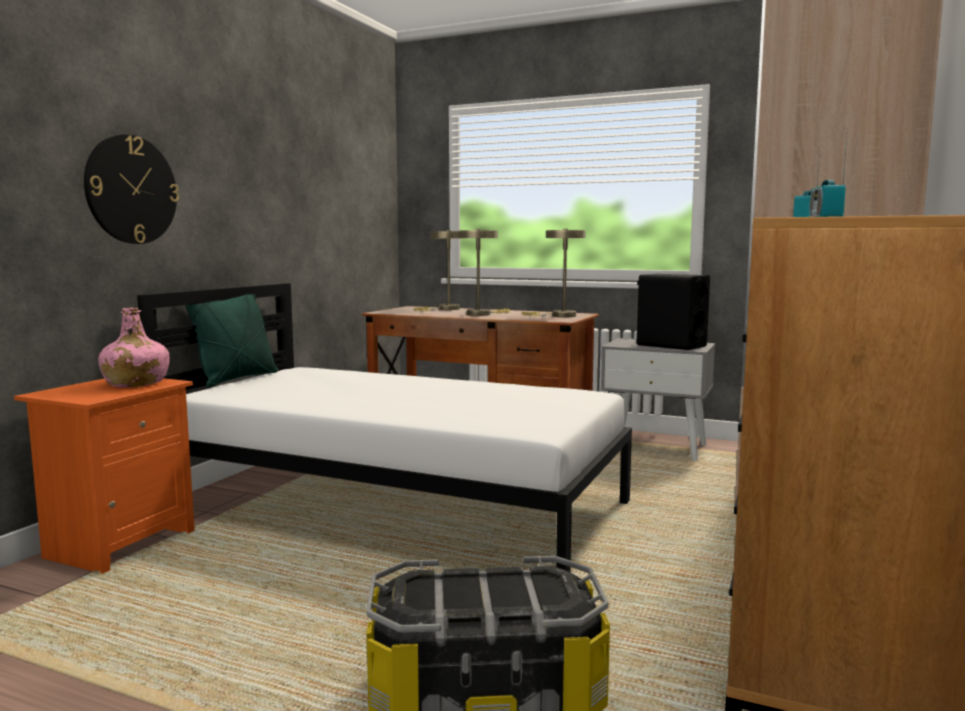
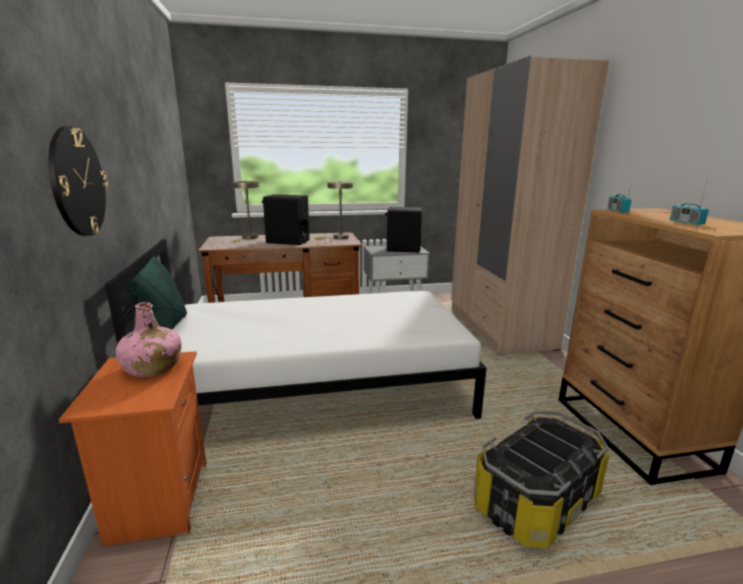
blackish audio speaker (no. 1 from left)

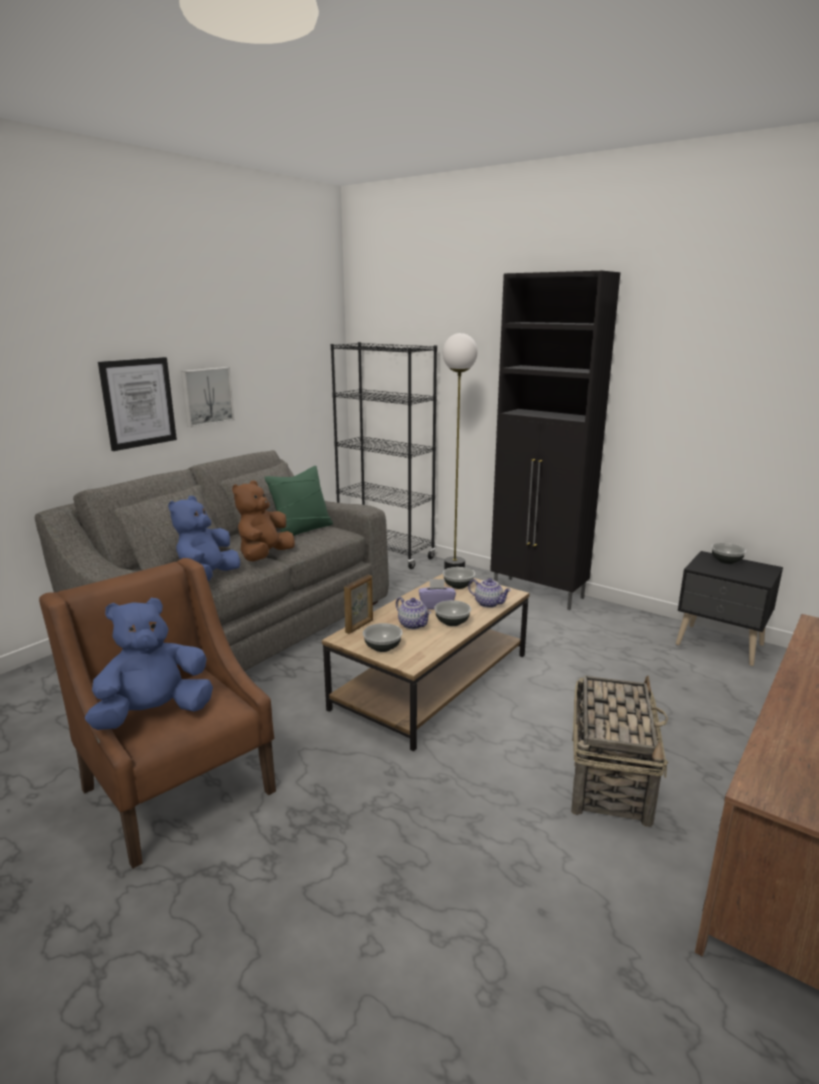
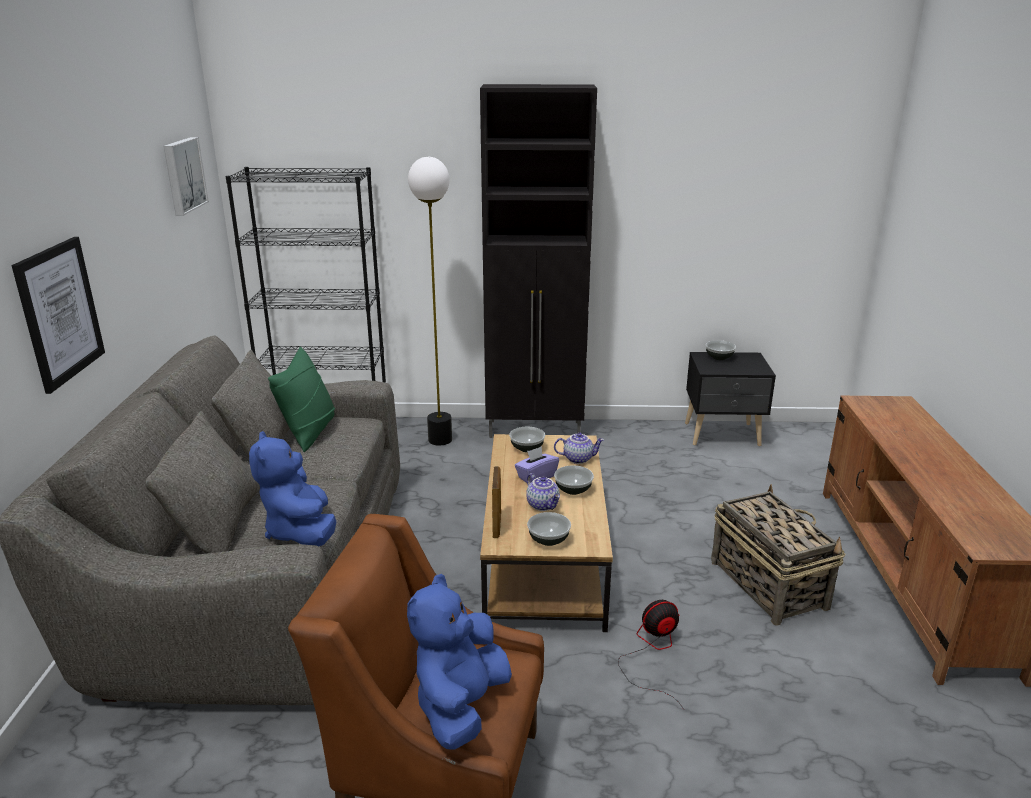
wall picture (no. 2 from left)
brown-coloured cuddly toy
tea pot (no. 1 from left)
cooling fan

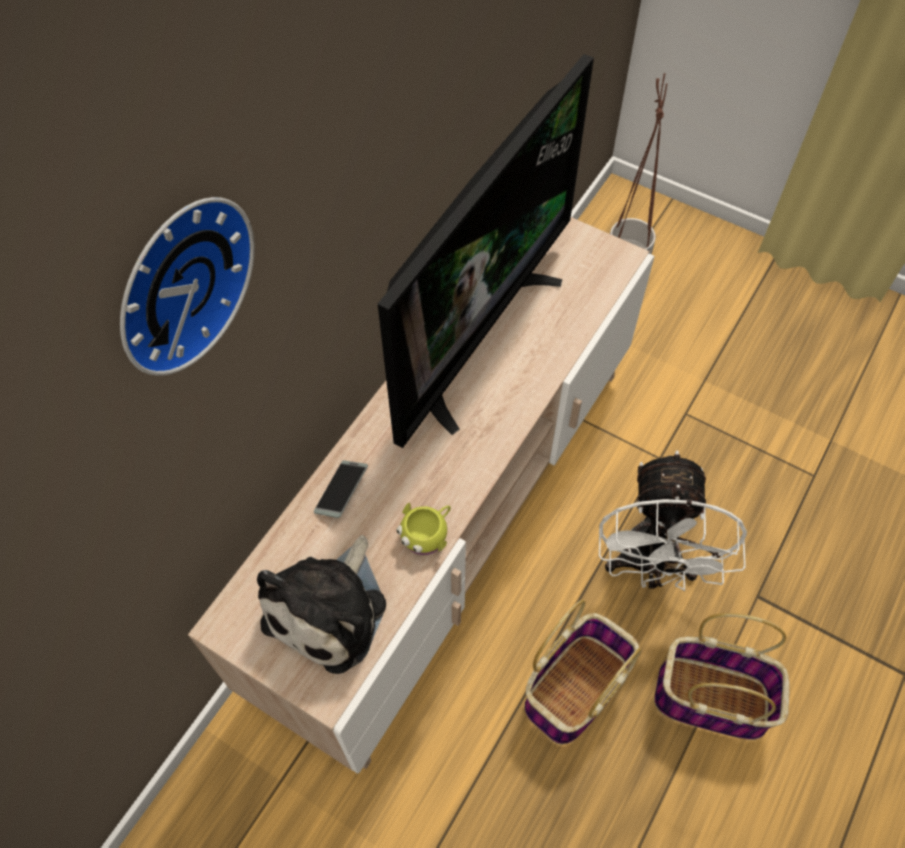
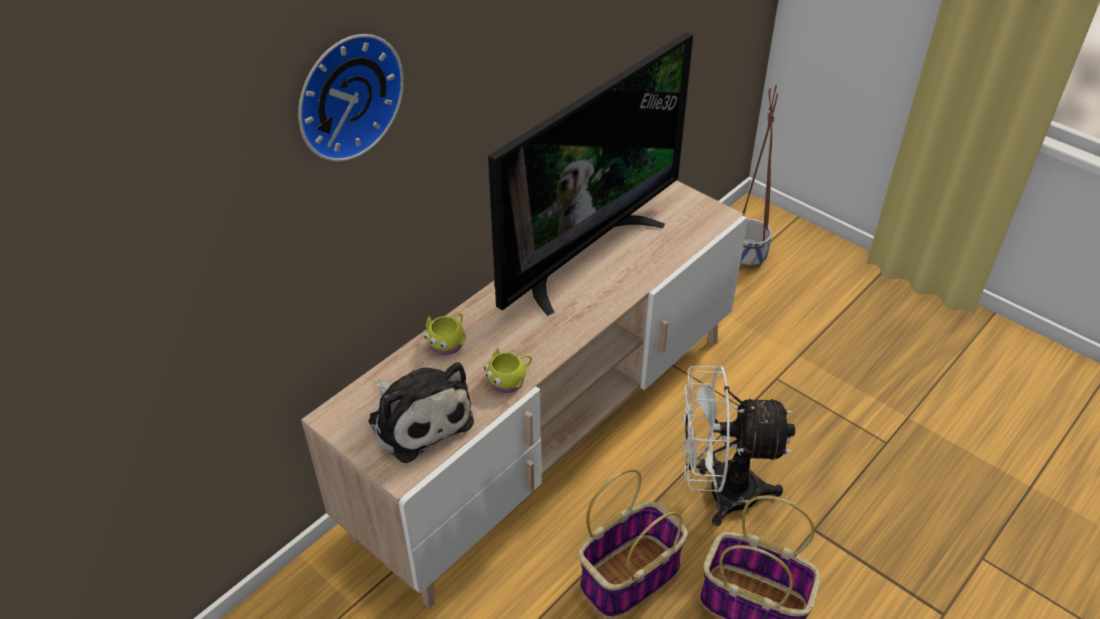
white cooling fan
yellowish coffee mug (no. 1 from left)
cuddly toy

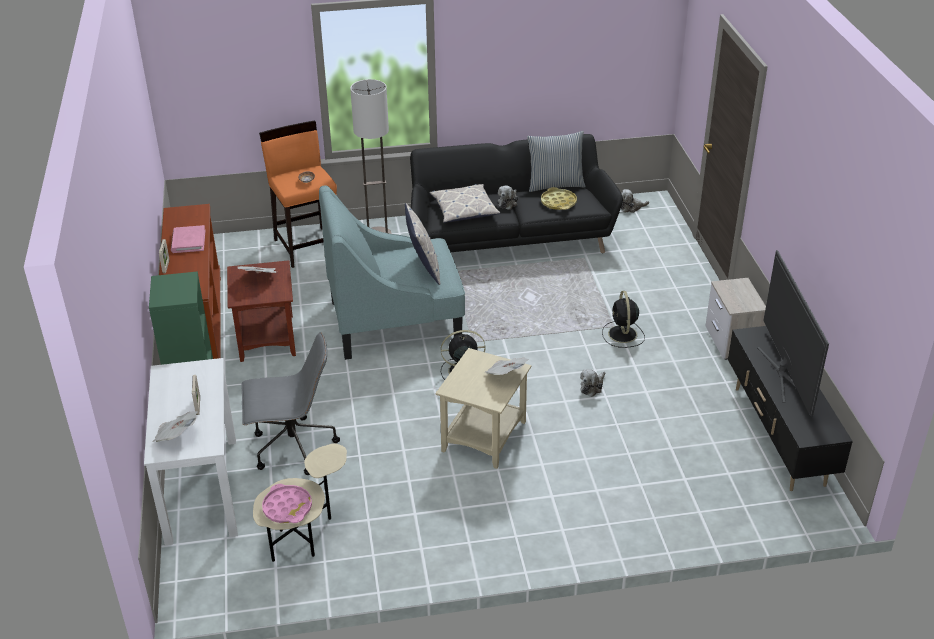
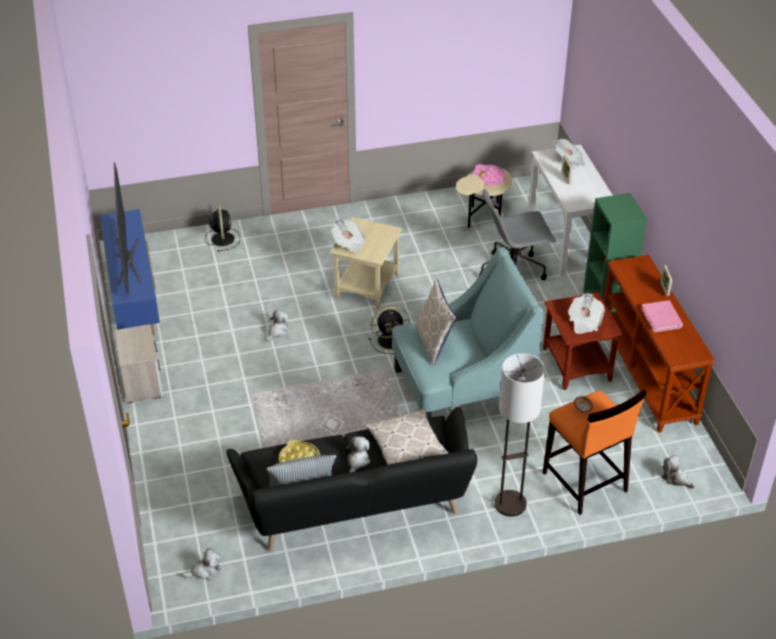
blackish cooling fan (no. 1 from left)
blue media console
cuddly toy (no. 4 from left)

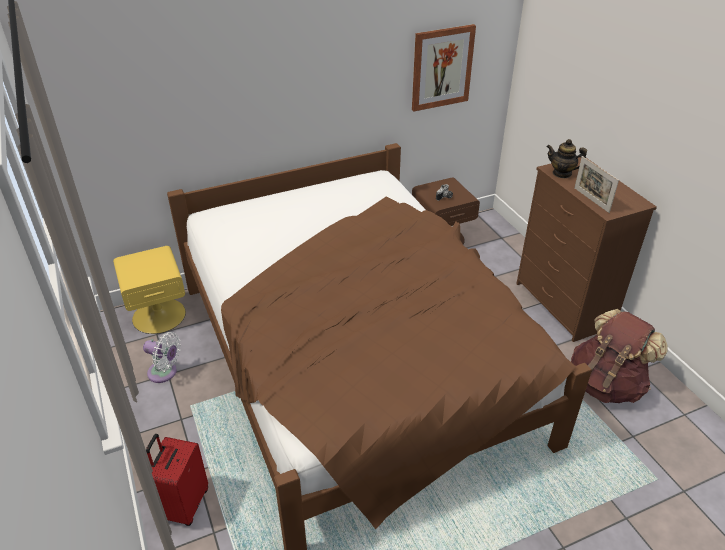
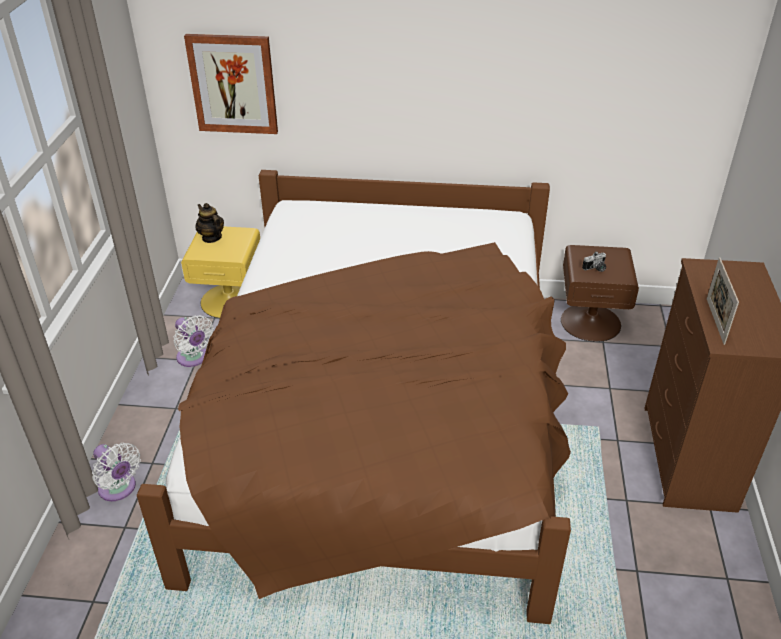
wall picture
tea pot
brown-coloured backpack
white cooling fan (no. 1 from left)

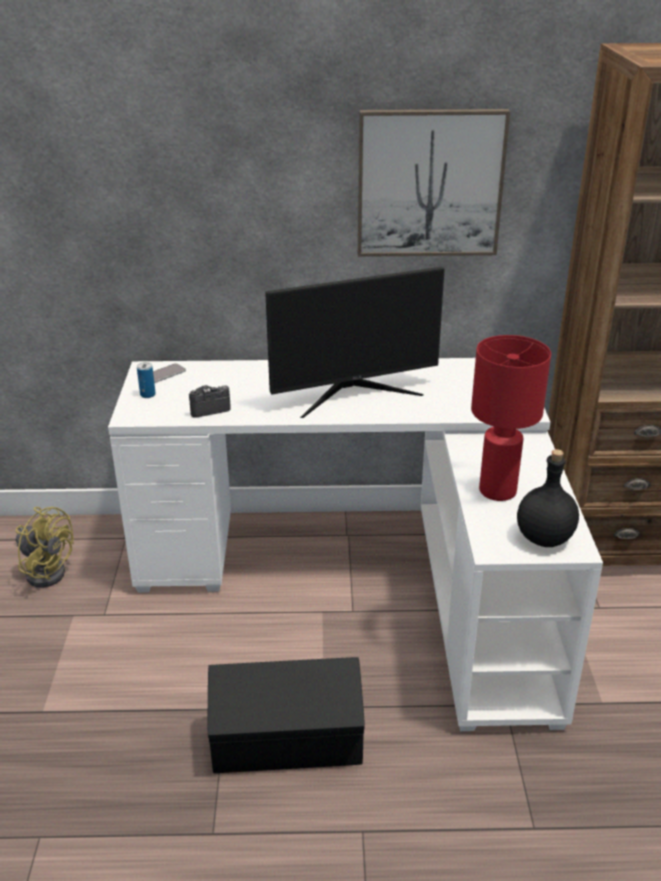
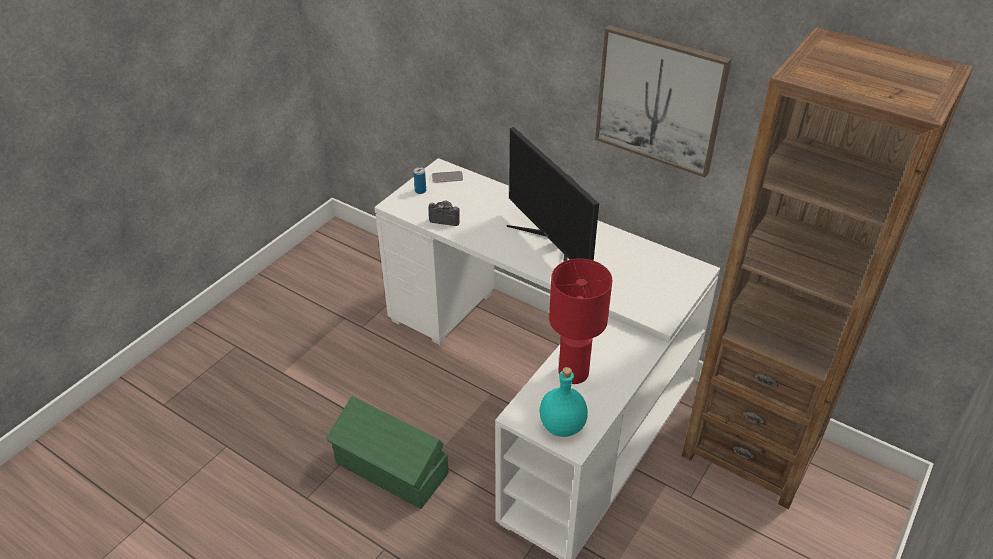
monitor
turquoise-coloured beverage bottle
yellowish cooling fan
green-coloured storage bin

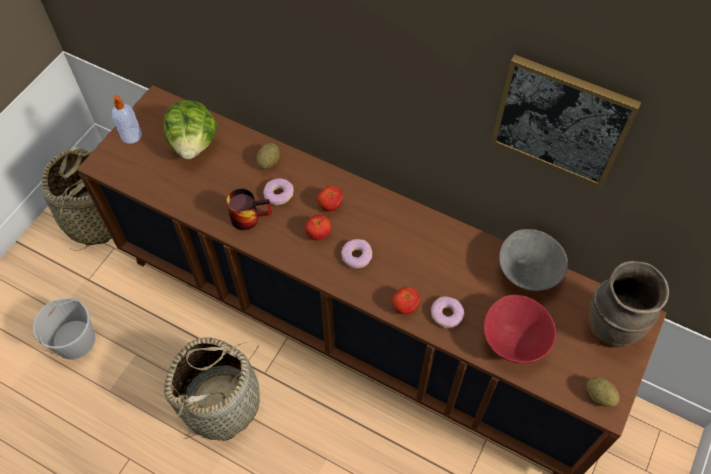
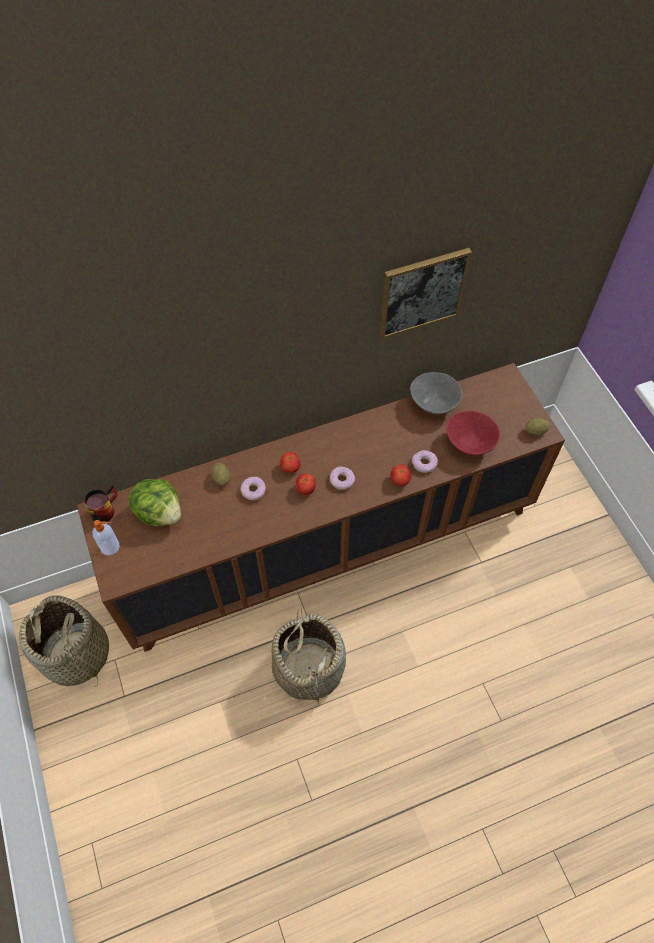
coffee mug
brown-coloured flower vase
white pail

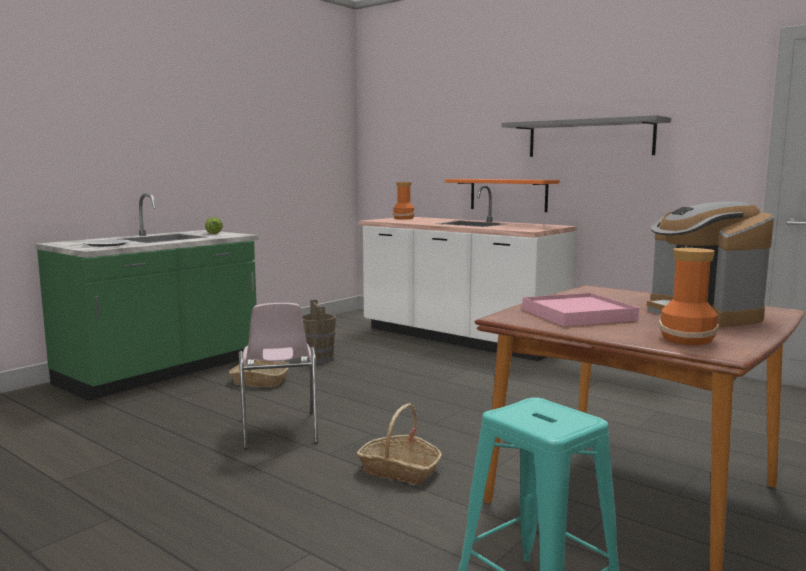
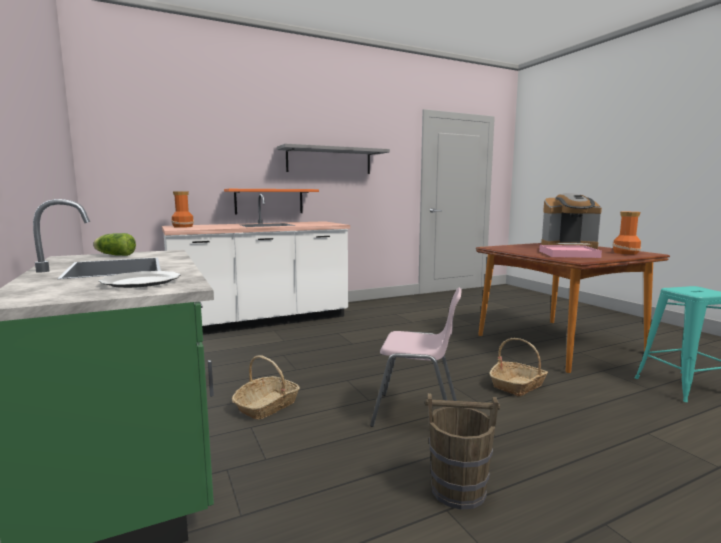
brown-coloured pail

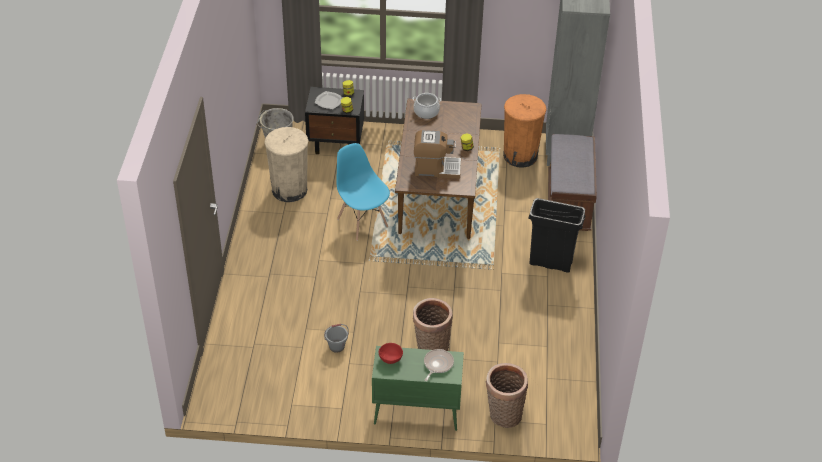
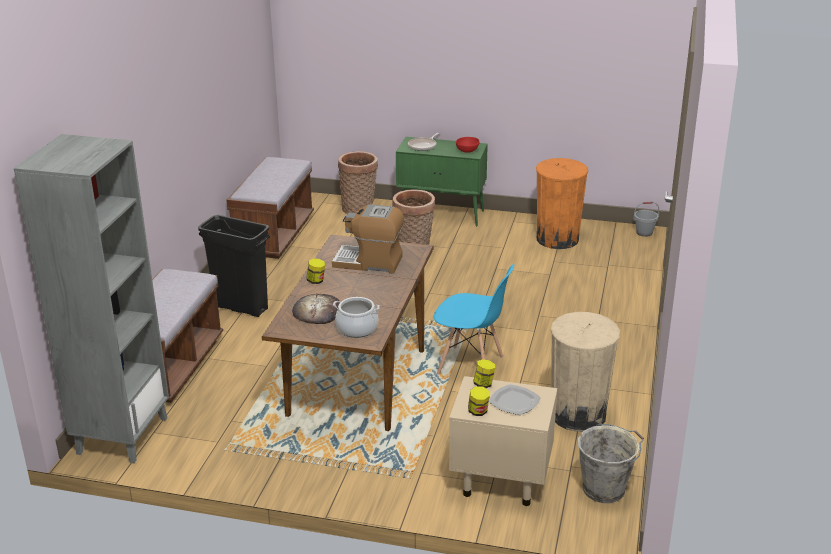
sand-coloured nightstand
orangey trash can
blue upright chair
gray pail (no. 2 from left)
brown-coloured bench (no. 2 from left)
bread

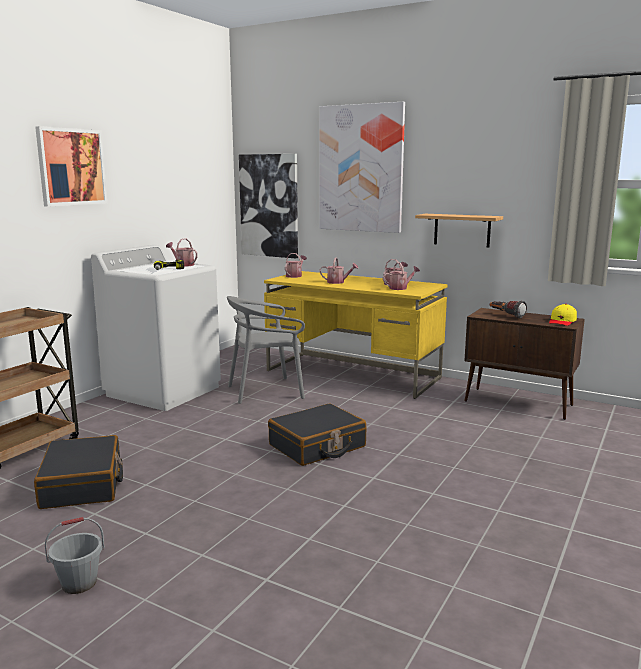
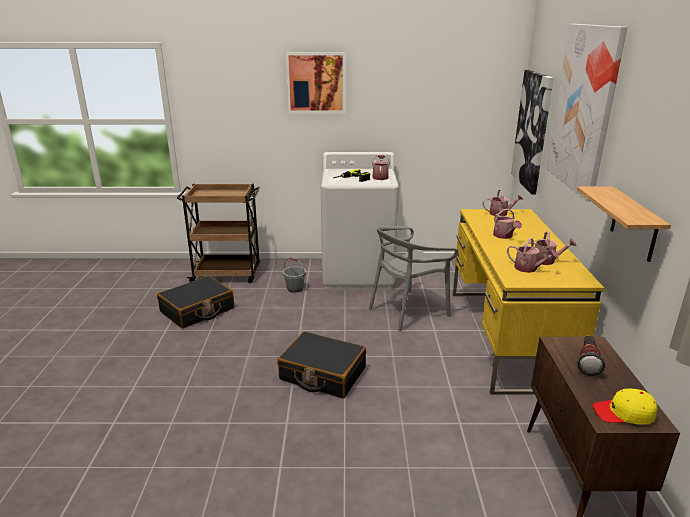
gray upright chair
gray pail

